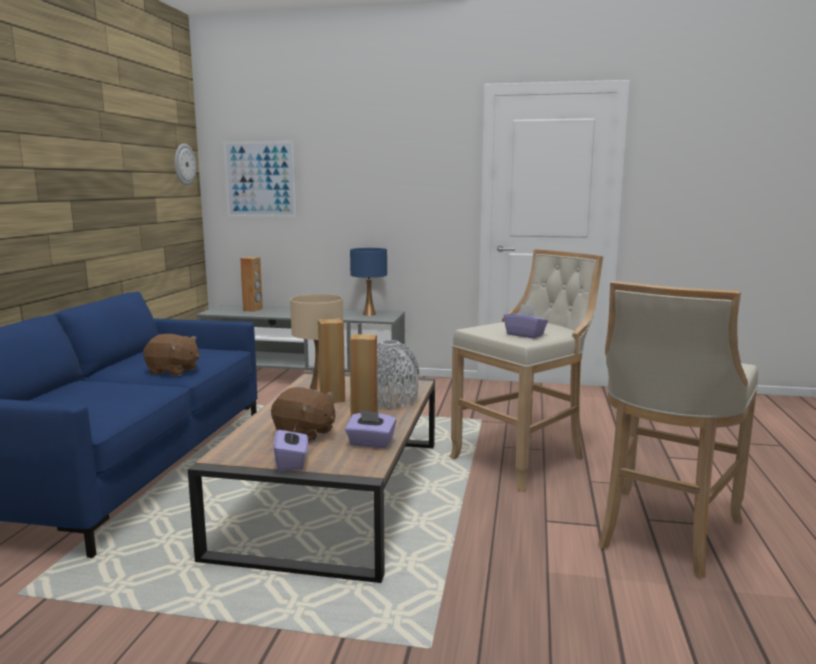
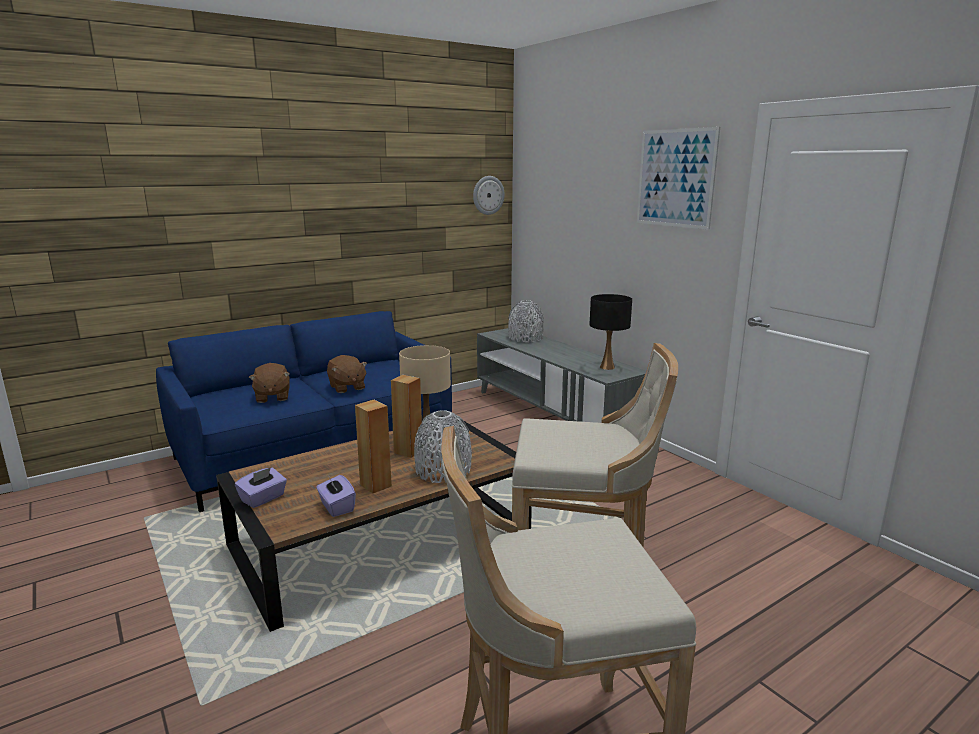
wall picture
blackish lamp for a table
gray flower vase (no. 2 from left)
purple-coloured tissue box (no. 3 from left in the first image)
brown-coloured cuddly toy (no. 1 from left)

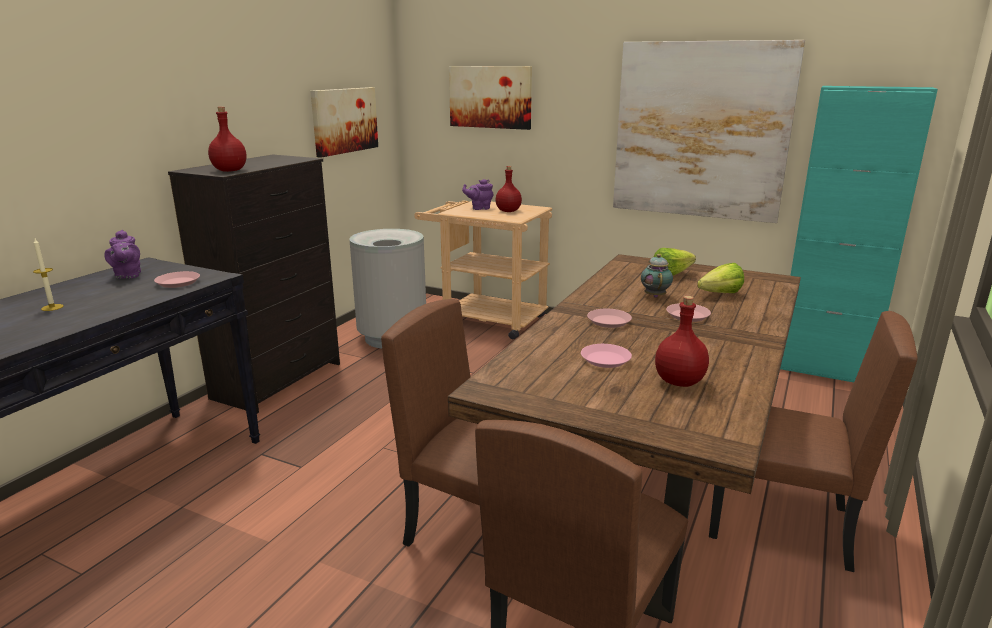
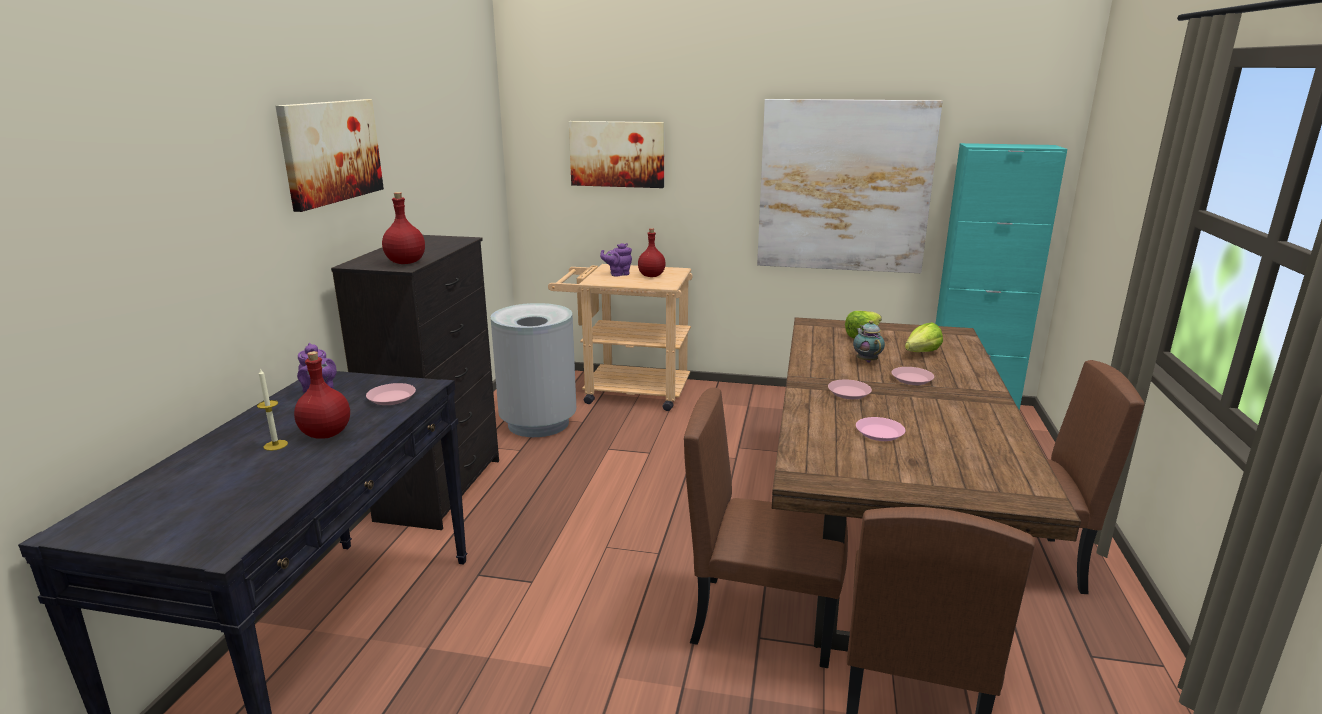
wall picture (no. 1 from left)
red-coloured beverage bottle (no. 1 from left)

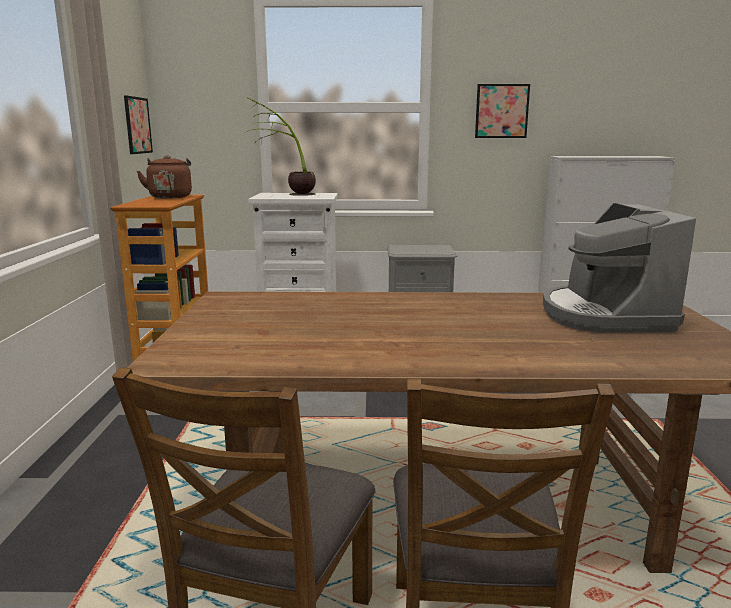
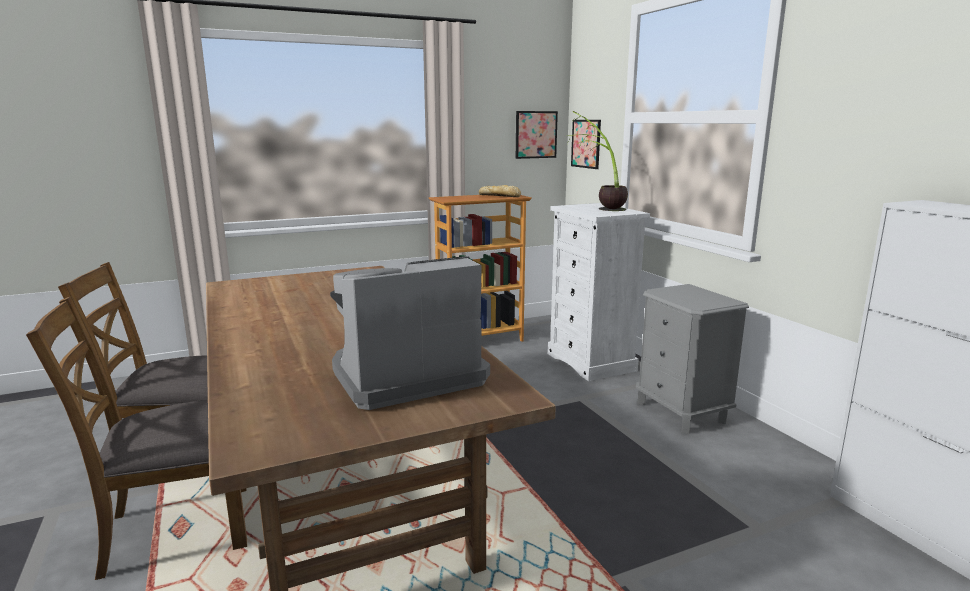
wall picture (no. 2 from left)
bread

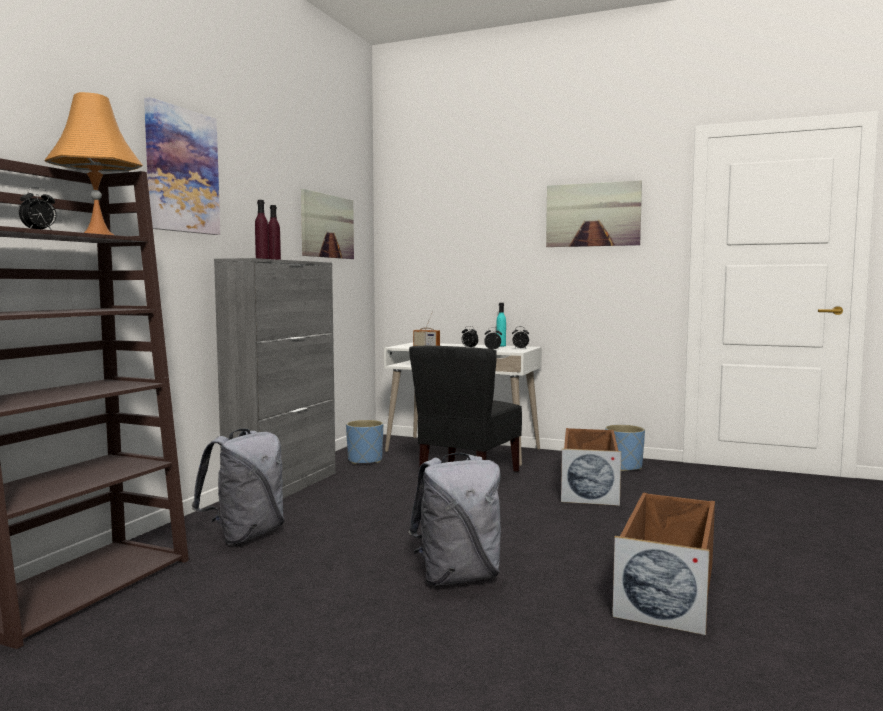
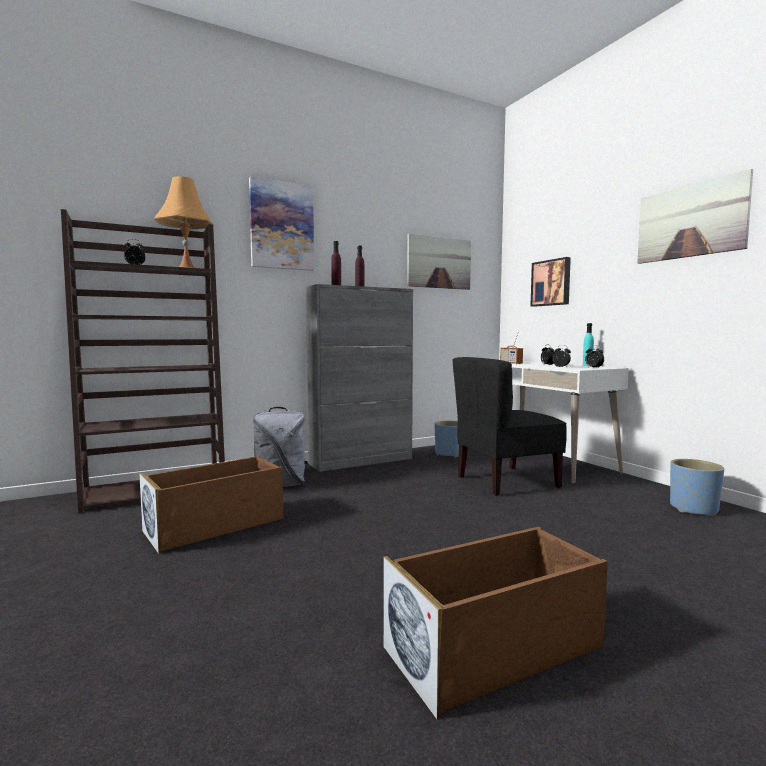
brown-coloured storage bin (no. 1 from left)
gray backpack (no. 2 from left in the first image)
wall picture (no. 3 from left)

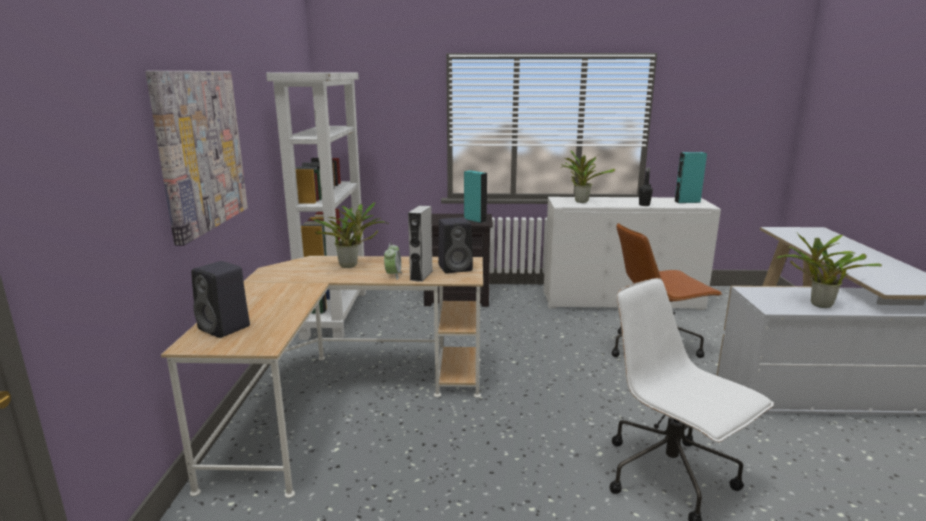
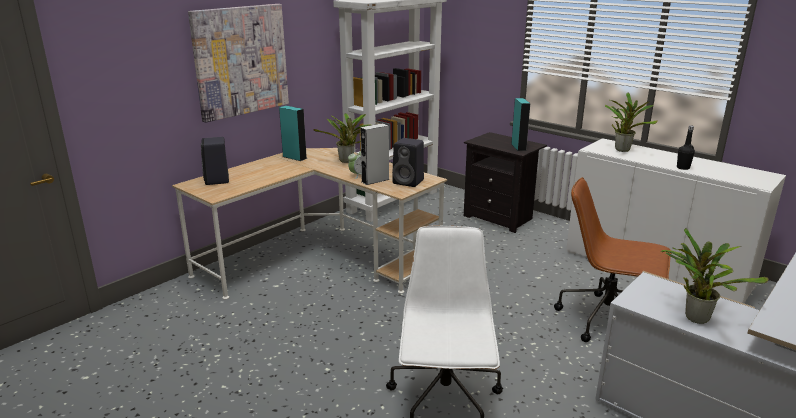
turquoise-coloured audio speaker (no. 1 from left)

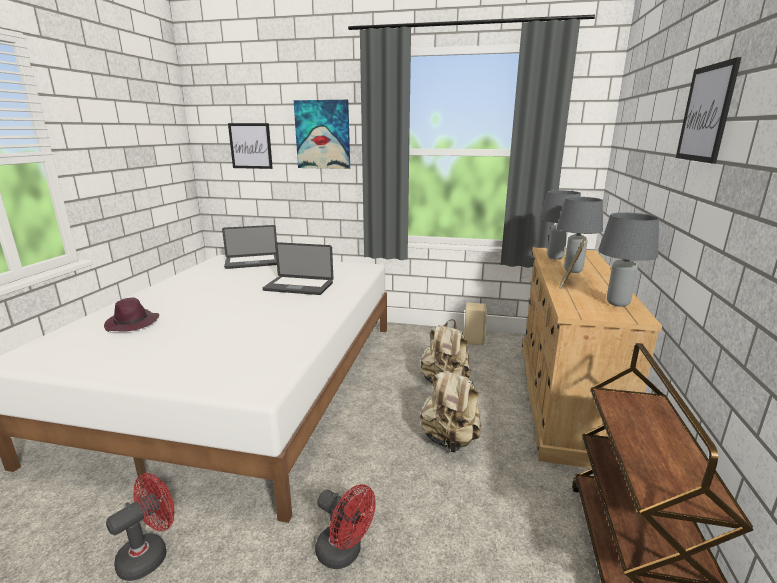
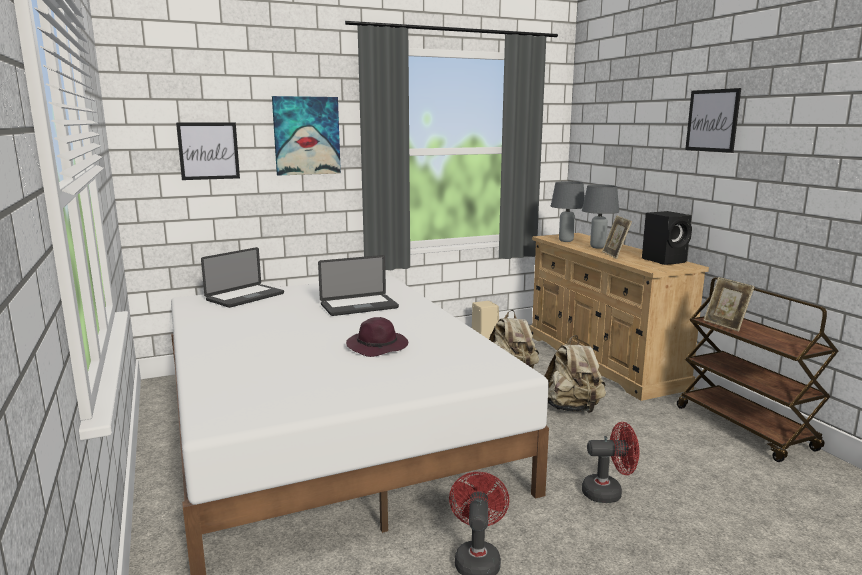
blackish audio speaker
purple-coloured hat
photo frame (no. 2 from left)

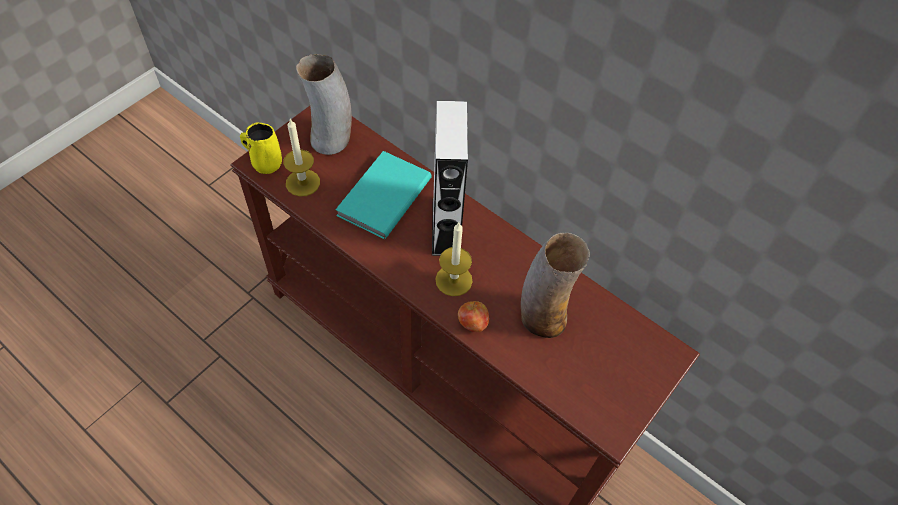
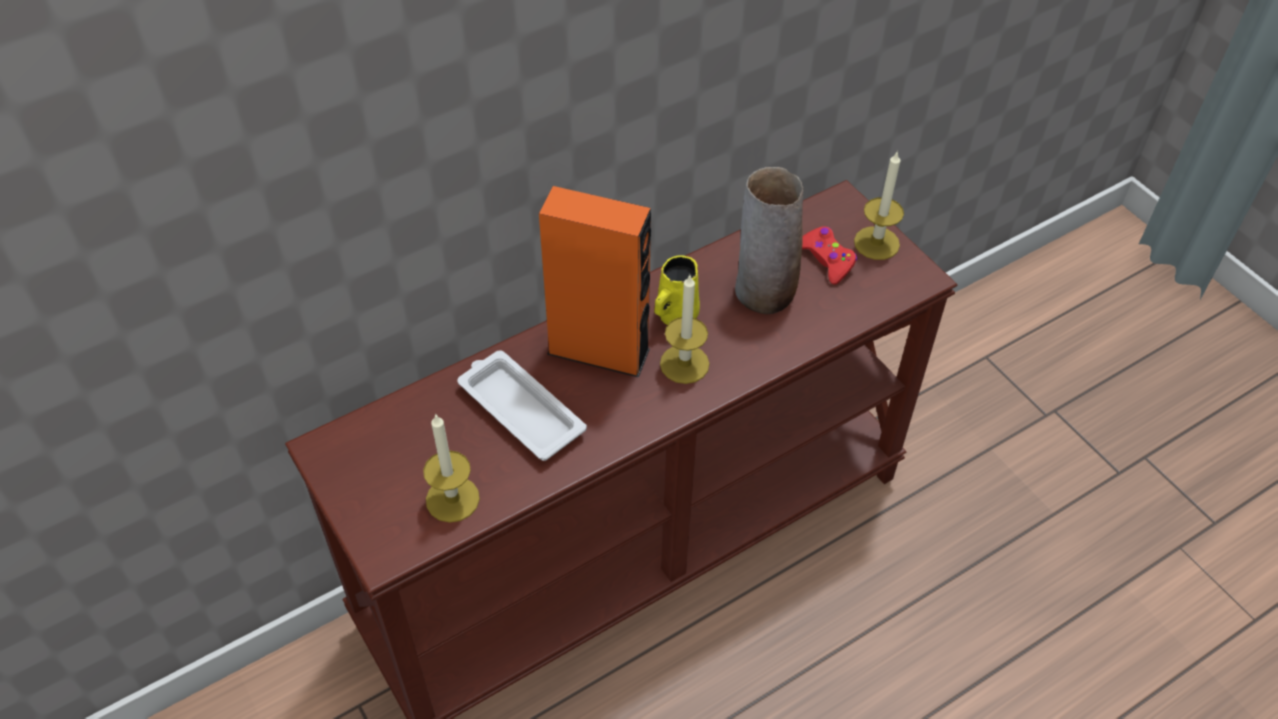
flower vase (no. 1 from left in the first image)
orangey audio speaker
yellowish coffee mug
white tray
apple
wax light (no. 3 from left)
red-coloured gamepad

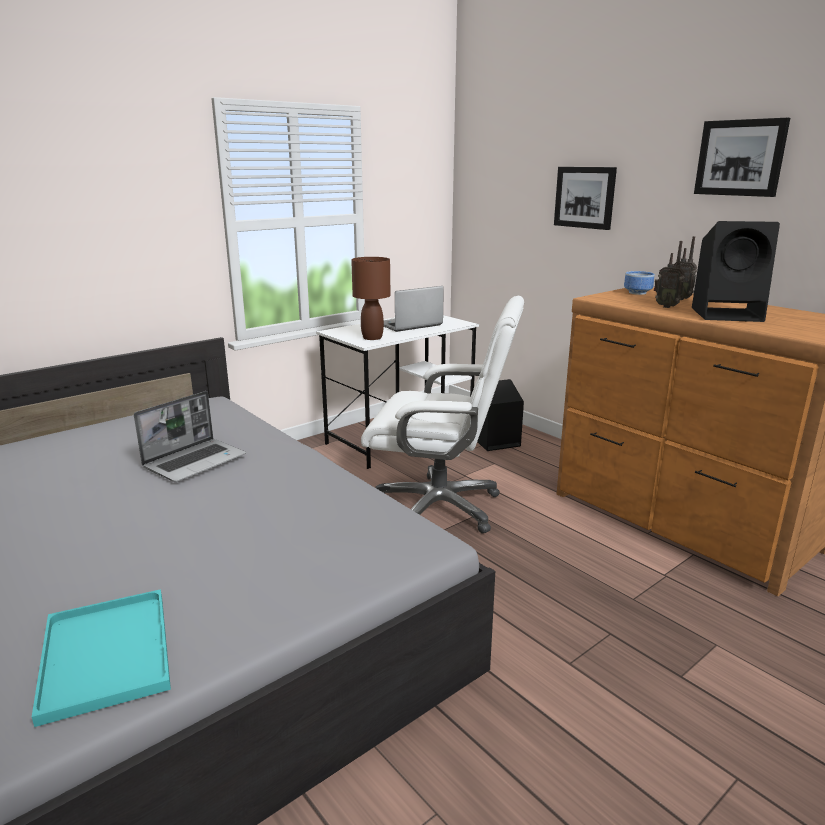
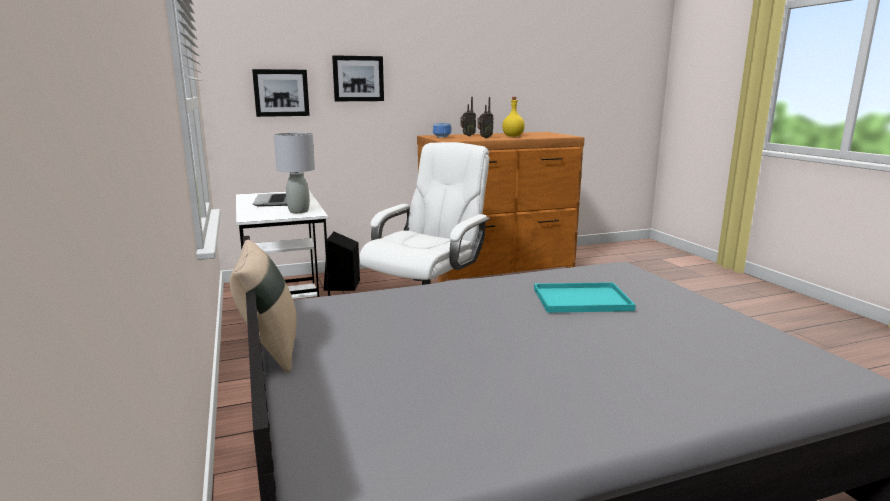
wall picture (no. 1 from left)
yellowish beverage bottle
gray lamp for a table
notebook computer (no. 1 from left in the first image)
turquoise-coloured tray
sand-coloured cushion

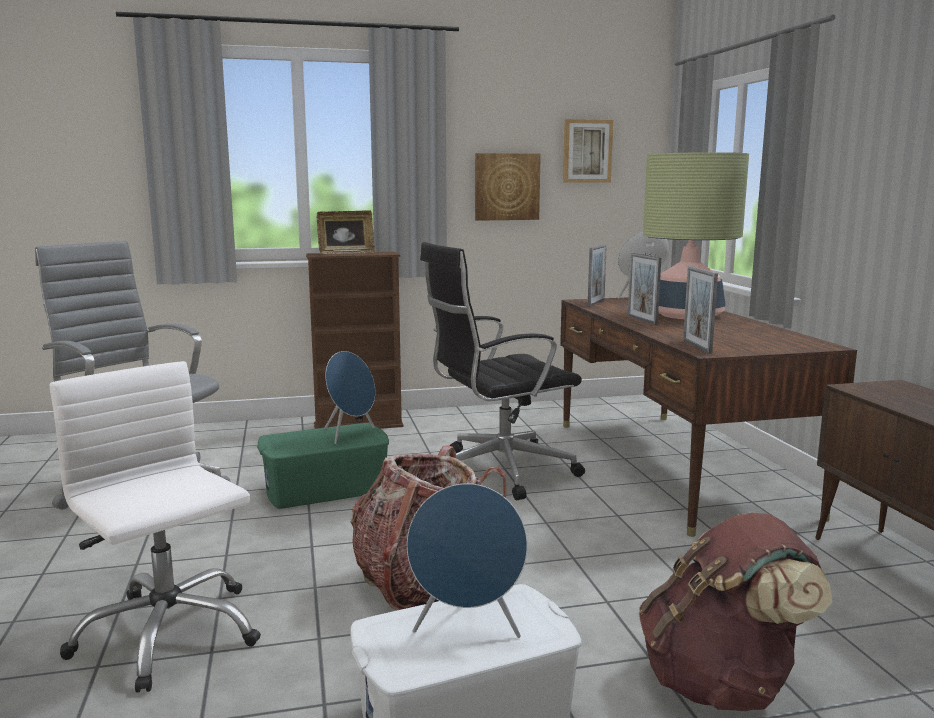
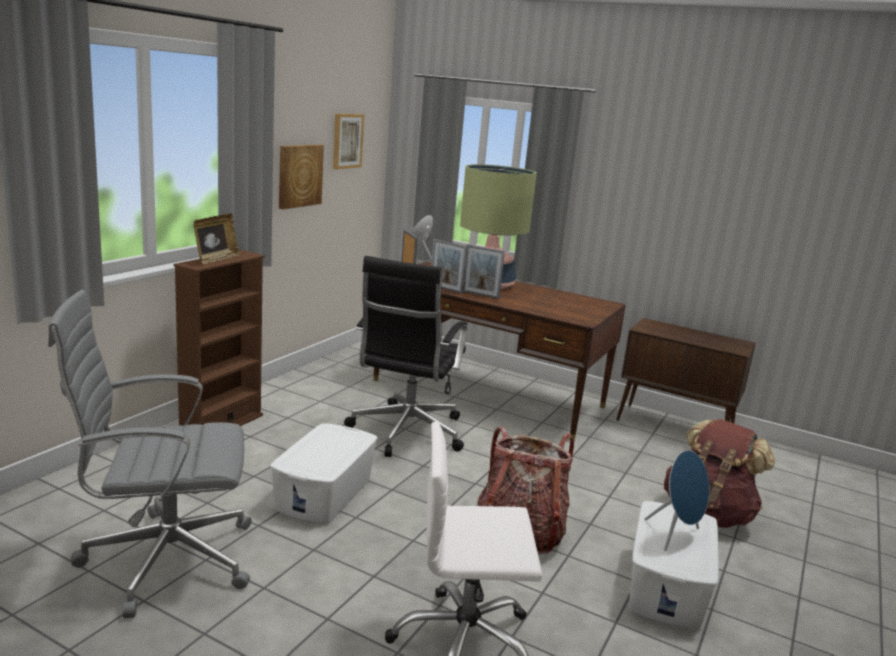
photo frame (no. 3 from left)
blue audio speaker (no. 1 from left in the first image)
white storage bin (no. 1 from left)

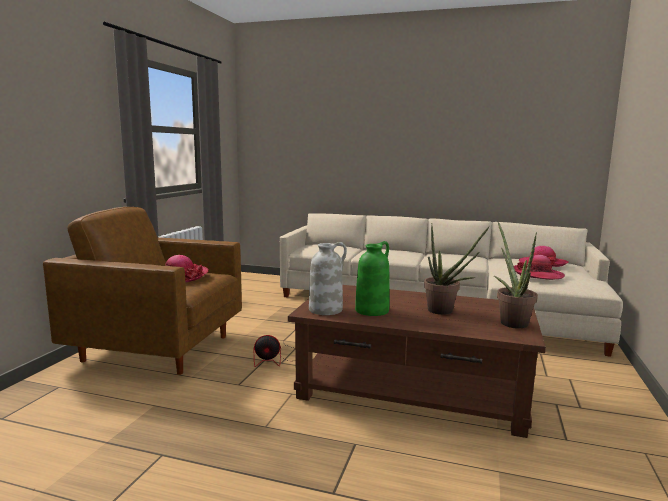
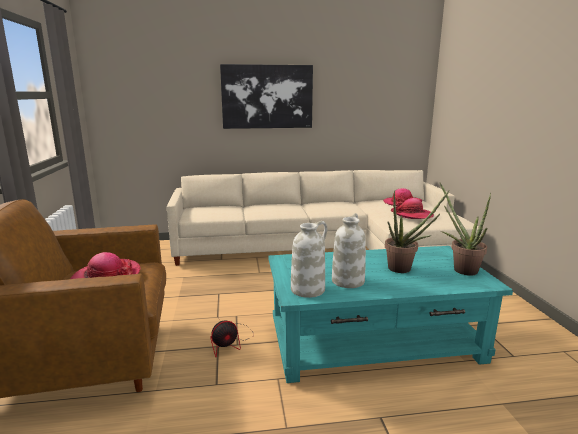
white flower vase (no. 2 from left)
turquoise-coloured low table
wall picture

